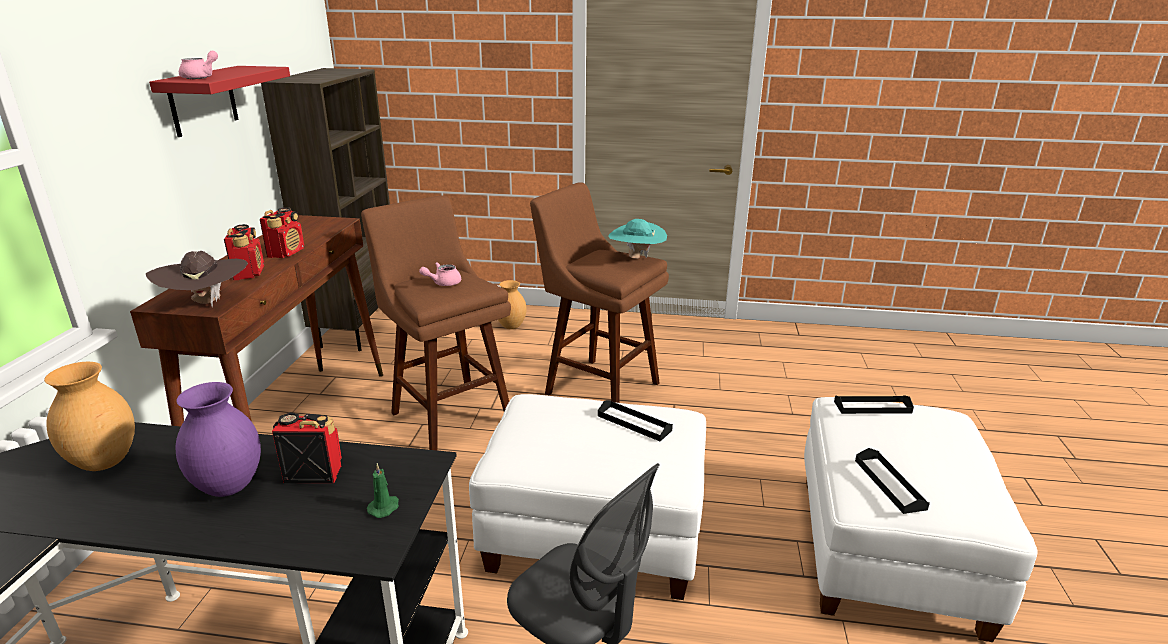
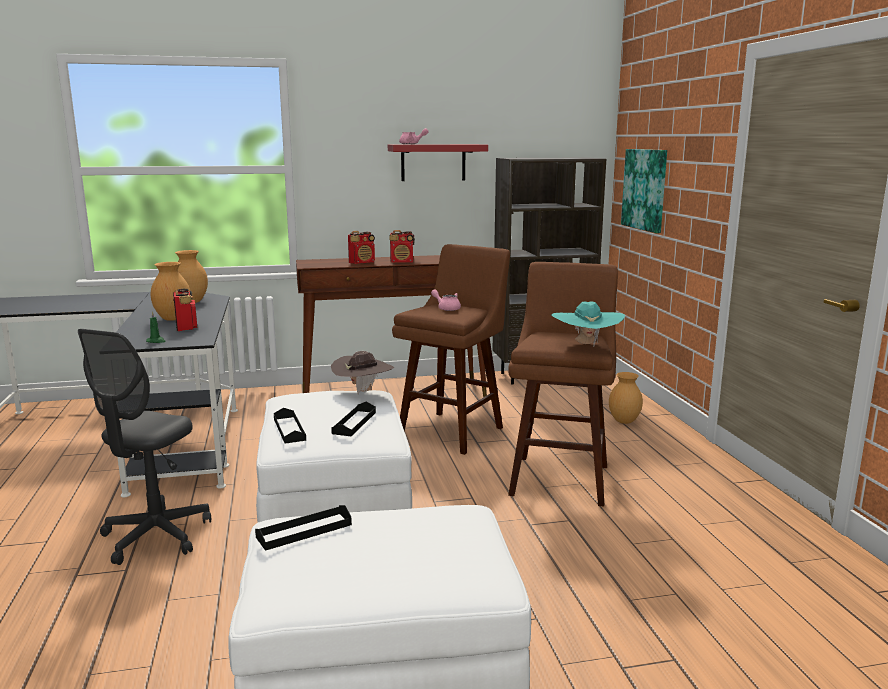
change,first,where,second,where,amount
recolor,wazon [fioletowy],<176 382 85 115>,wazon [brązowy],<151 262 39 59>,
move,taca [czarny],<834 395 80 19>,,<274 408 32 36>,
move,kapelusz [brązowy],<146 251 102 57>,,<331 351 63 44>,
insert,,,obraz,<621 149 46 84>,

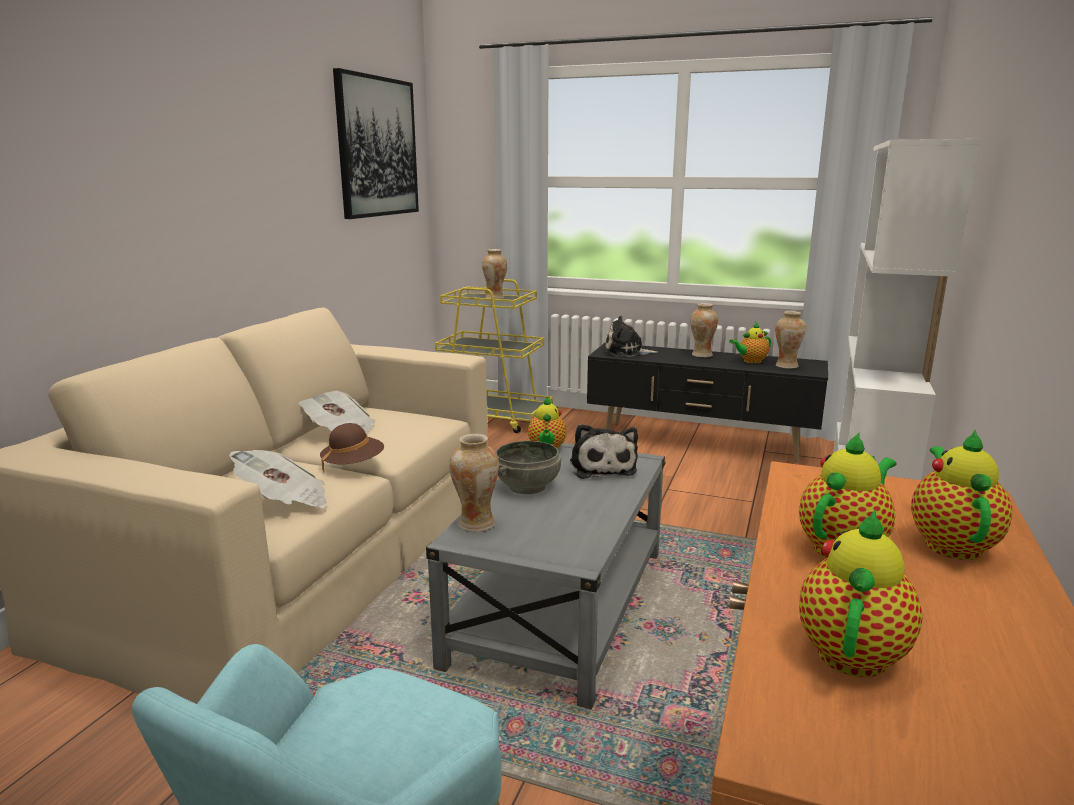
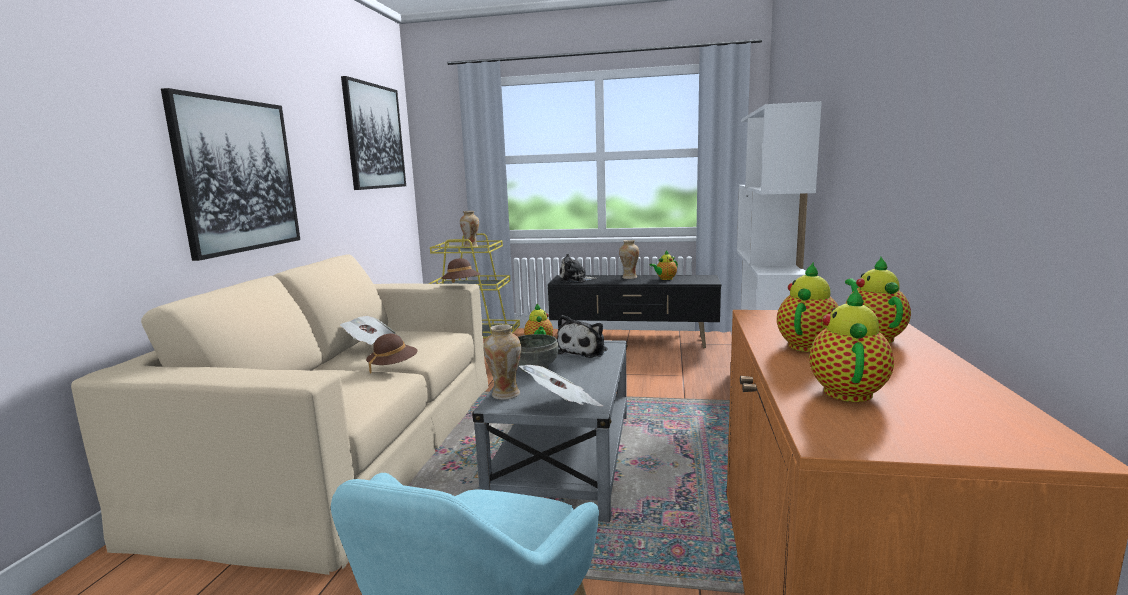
change,first,where,second,where,amount
insert,,,obraz,<161 88 139 173>,
insert,,,kapelusz [brązowy],<441 258 40 25>,
move,gazeta,<229 450 98 58>,,<519 365 84 41>,
rotate,pluszak,<570 424 68 55>,,<557 315 51 43>,45 degrees clockwise
delete,wazon,<775 311 31 58>,,,

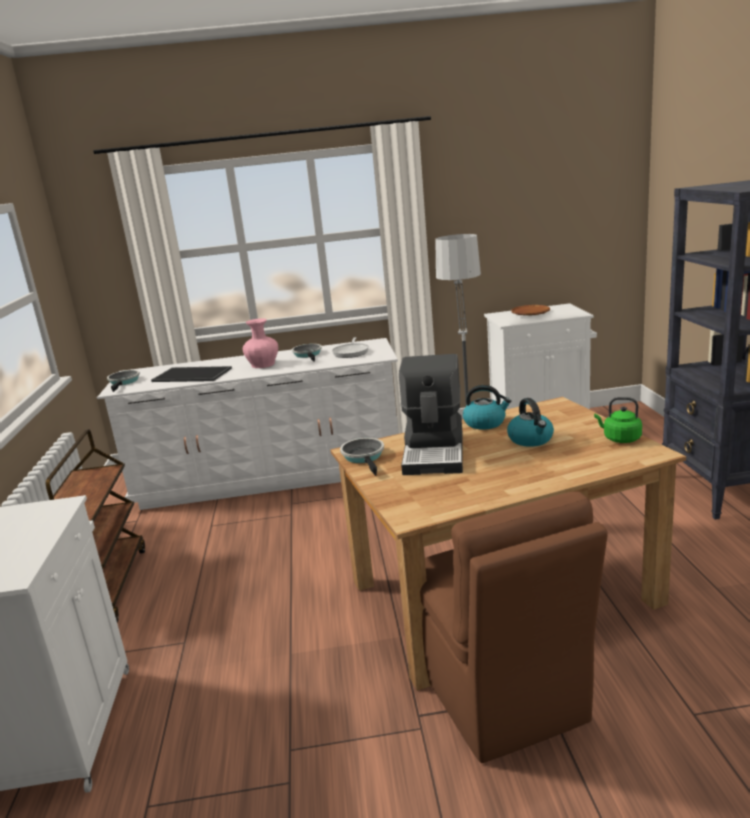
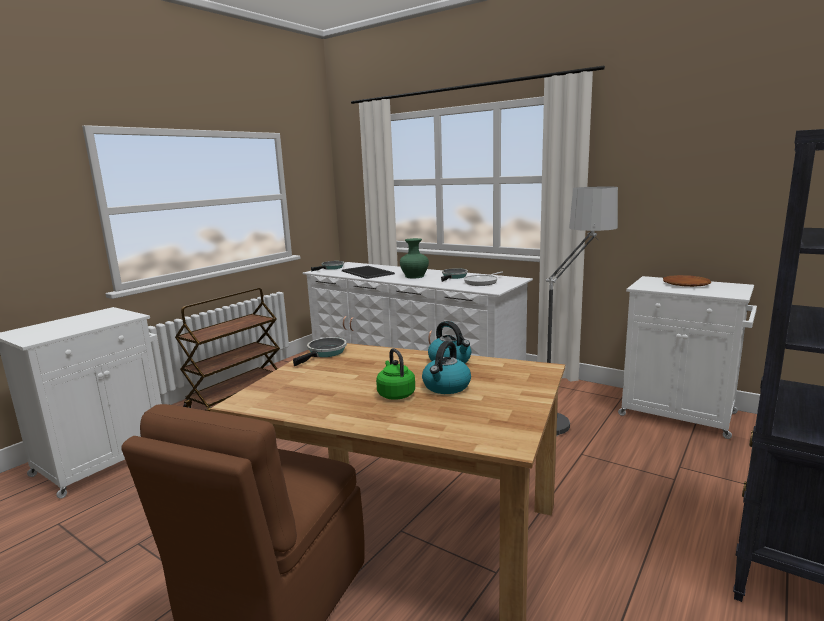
change,first,where,second,where,amount
move,czajnik [zielony],<594 397 48 46>,,<376 348 39 52>,
recolor,wazon [różowy],<243 319 35 49>,wazon [zielony],<400 238 29 40>,
delete,ekspres do kawy,<399 354 64 121>,,,

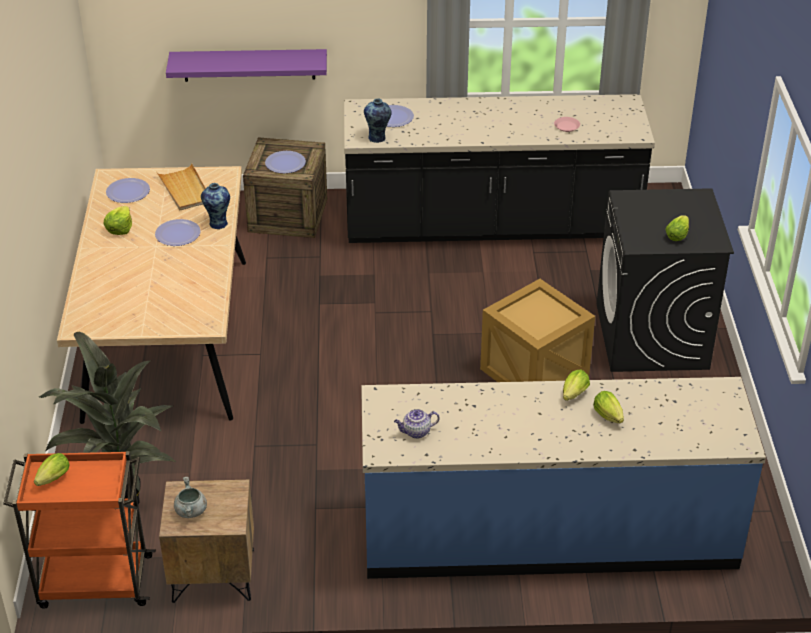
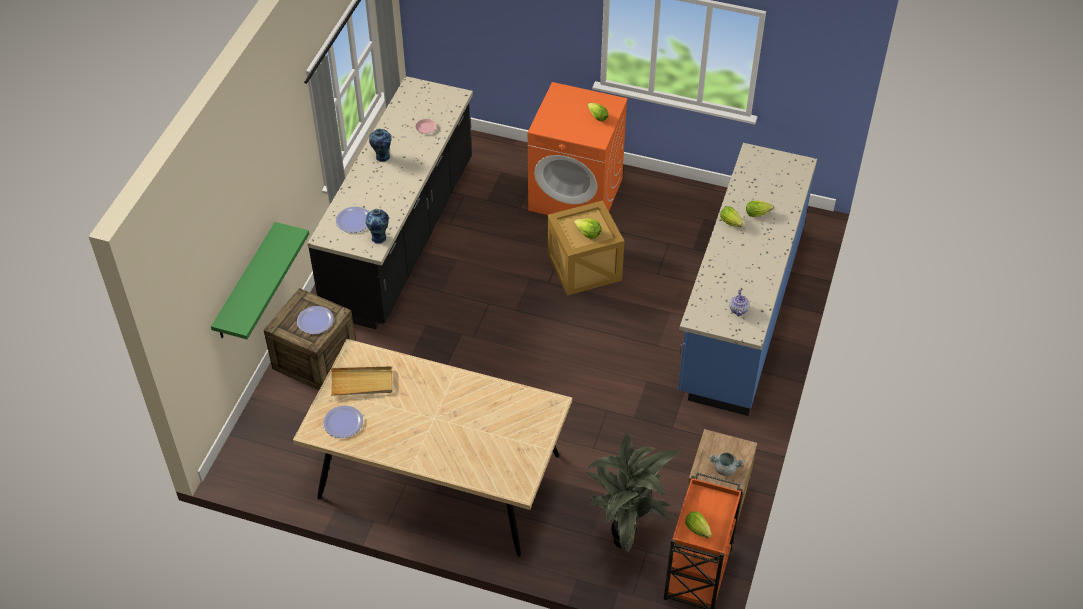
change,first,where,second,where,amount
recolor,półka [fioletowy],<166 49 161 33>,półka [zielony],<211 222 98 117>,
move,wazon,<201 183 29 46>,,<369 129 22 33>,
recolor,pralka [czarny],<597 188 137 184>,pralka [pomarańczowy],<528 82 100 133>,
move,sałata,<104 206 28 29>,,<574 219 27 20>,
delete,talerz,<155 219 46 27>,,,

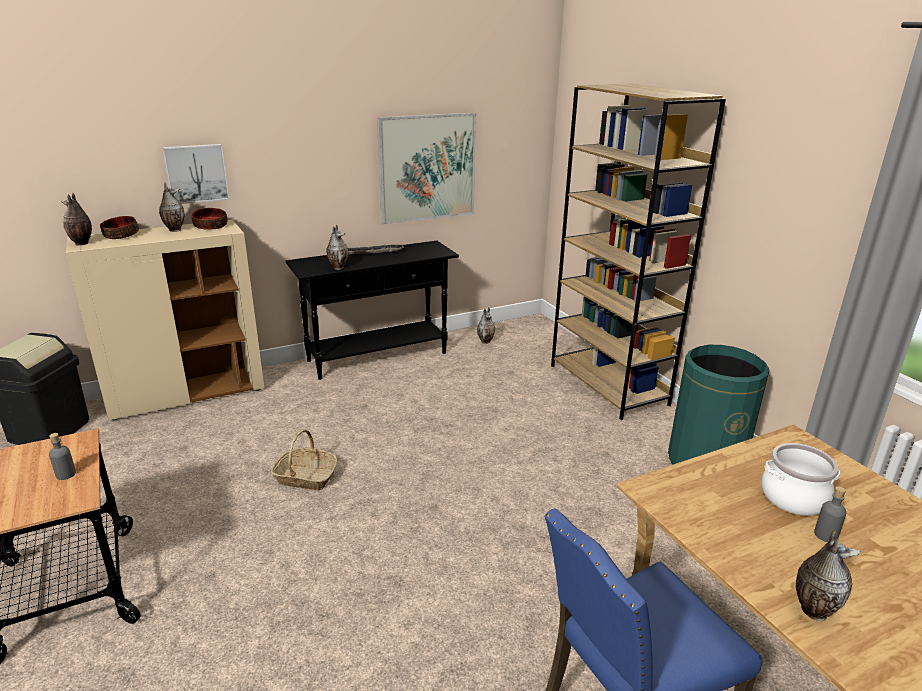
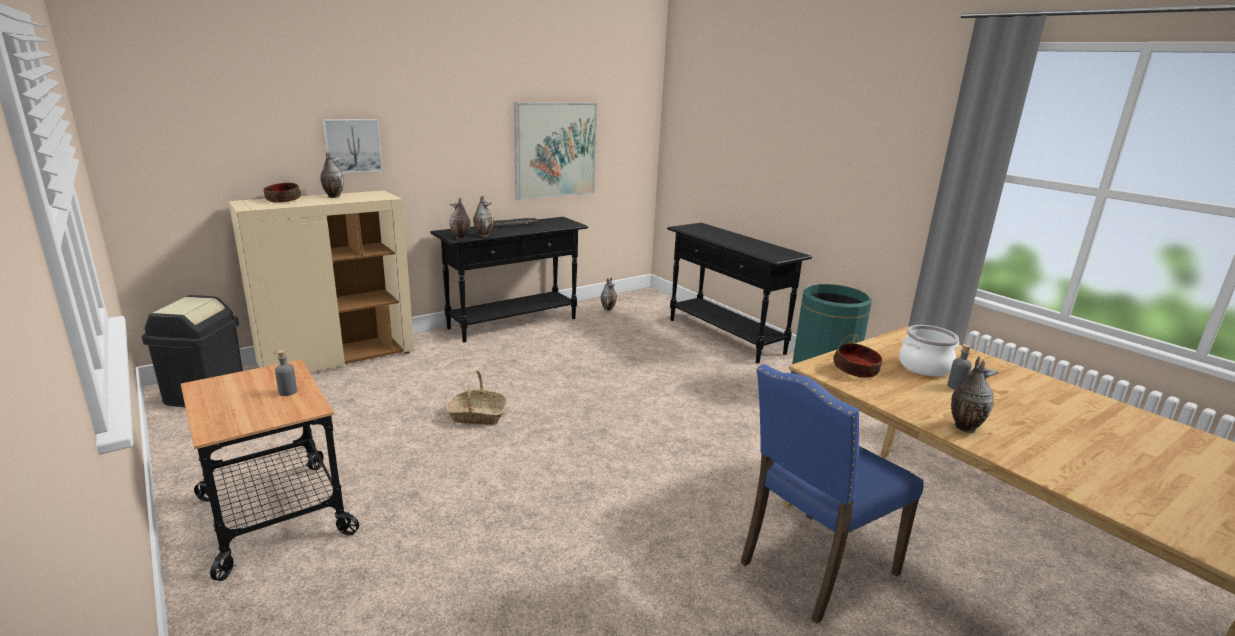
change,first,where,second,where,amount
move,wazon,<61 193 31 53>,,<450 197 20 42>,
replace,regał [brązowy],<551 84 175 336>,stolik konsolowy [czarny],<667 223 145 140>,
move,miska,<192 208 36 22>,,<833 343 49 35>,

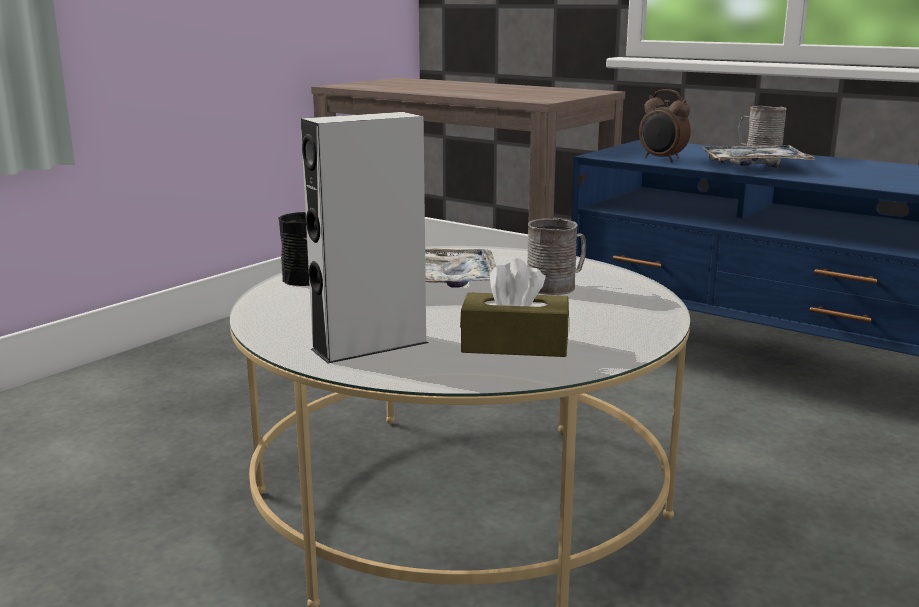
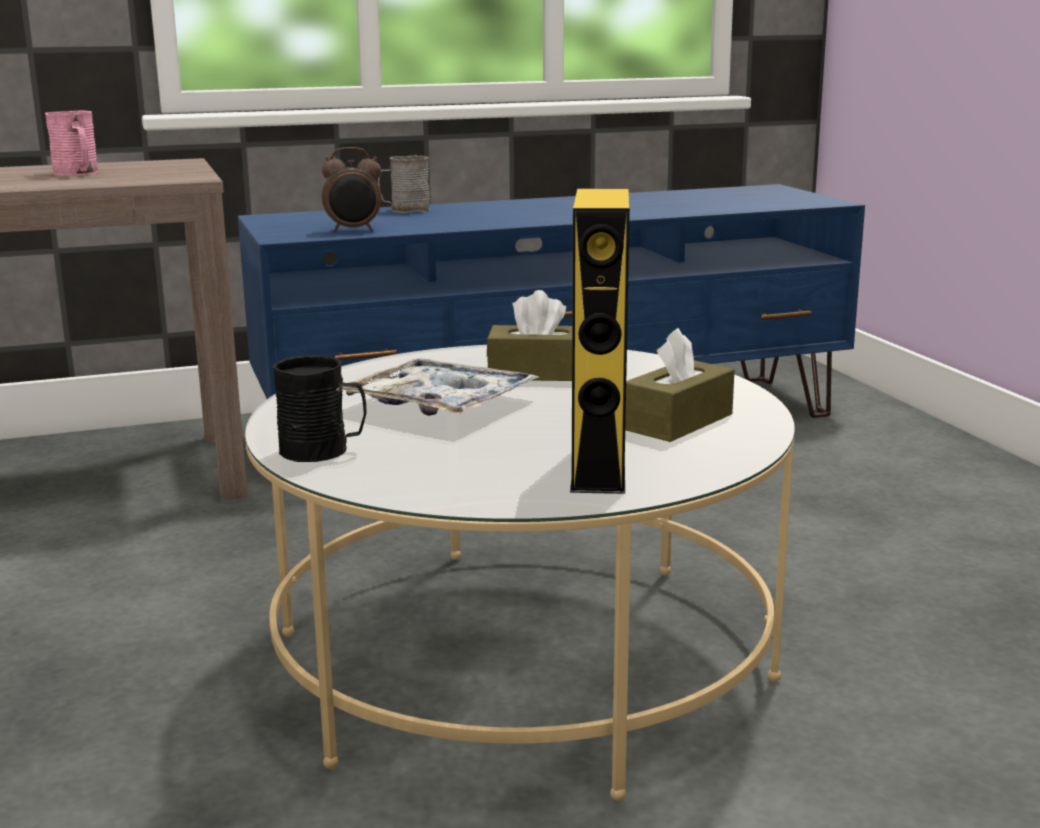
change,first,where,second,where,amount
insert,,,kubek [różowy],<45 111 53 65>,
replace,kubek [szary],<527 218 59 77>,pudełko chusteczek [brązowy],<487 290 85 91>,
recolor,głośnik [szary],<301 112 127 251>,głośnik [żółty],<570 189 60 305>,
delete,taca,<701 145 114 23>,,,

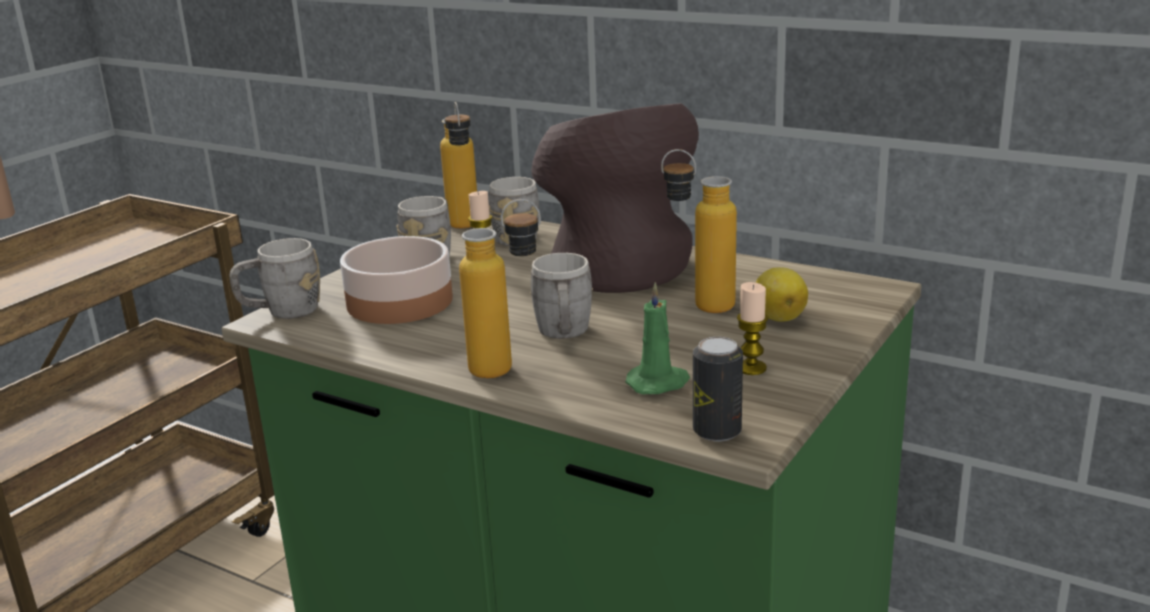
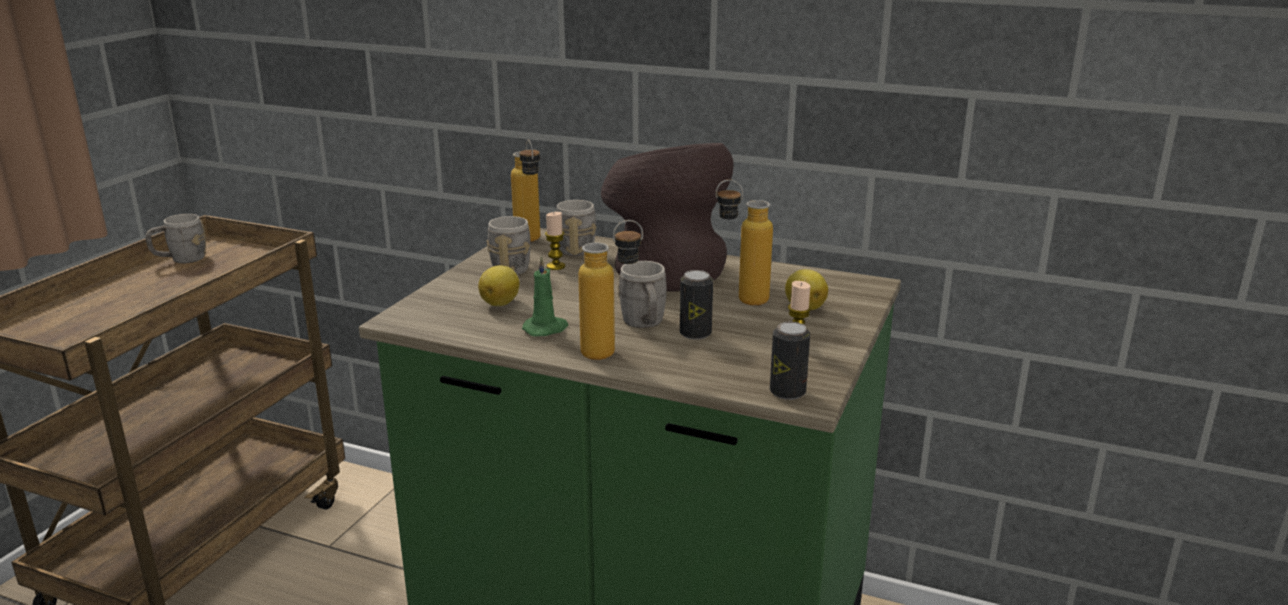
change,first,where,second,where,amount
move,kubek [szary],<229 238 91 81>,,<145 214 61 50>,
replace,miska,<340 236 113 88>,cytryna,<478 265 42 41>,
move,świeca [zielony],<625 282 65 113>,,<522 256 47 81>,
insert,,,puszka,<680 270 33 70>,

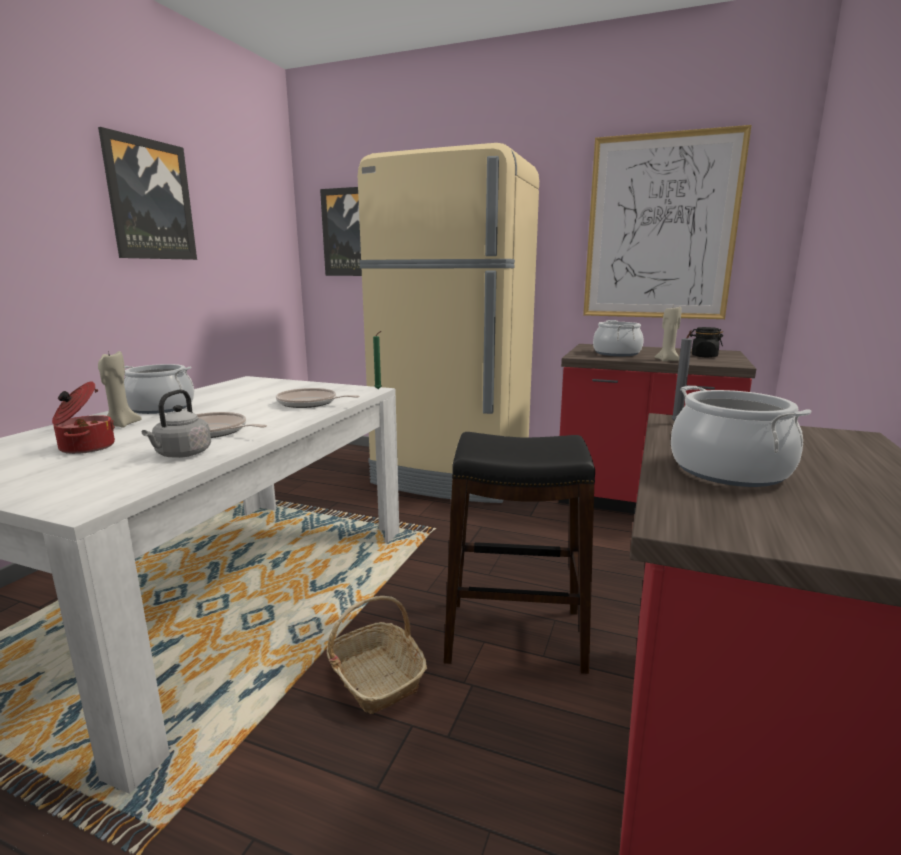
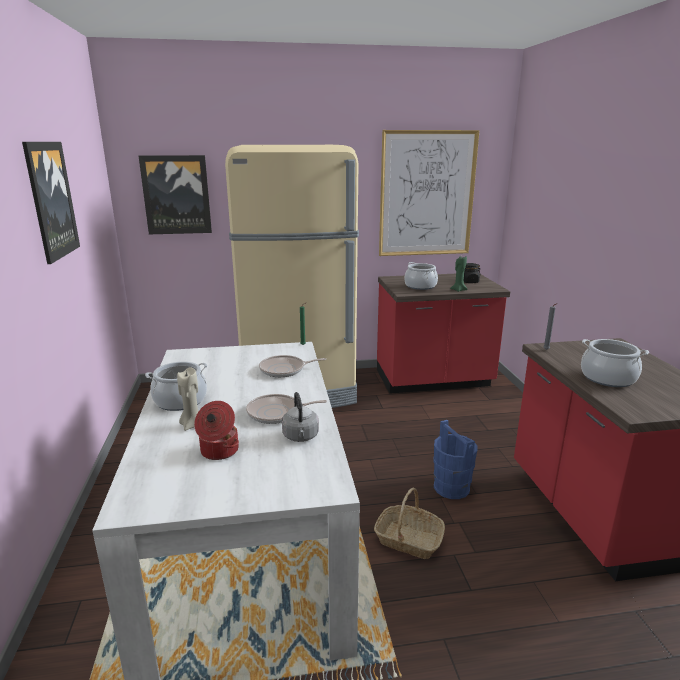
change,first,where,second,where,amount
replace,stołek [czarny],<444 432 151 242>,wiadro [niebieski],<433 420 44 79>,
recolor,świeca [beżowy],<655 307 27 55>,świeca [zielony],<450 256 18 36>,

